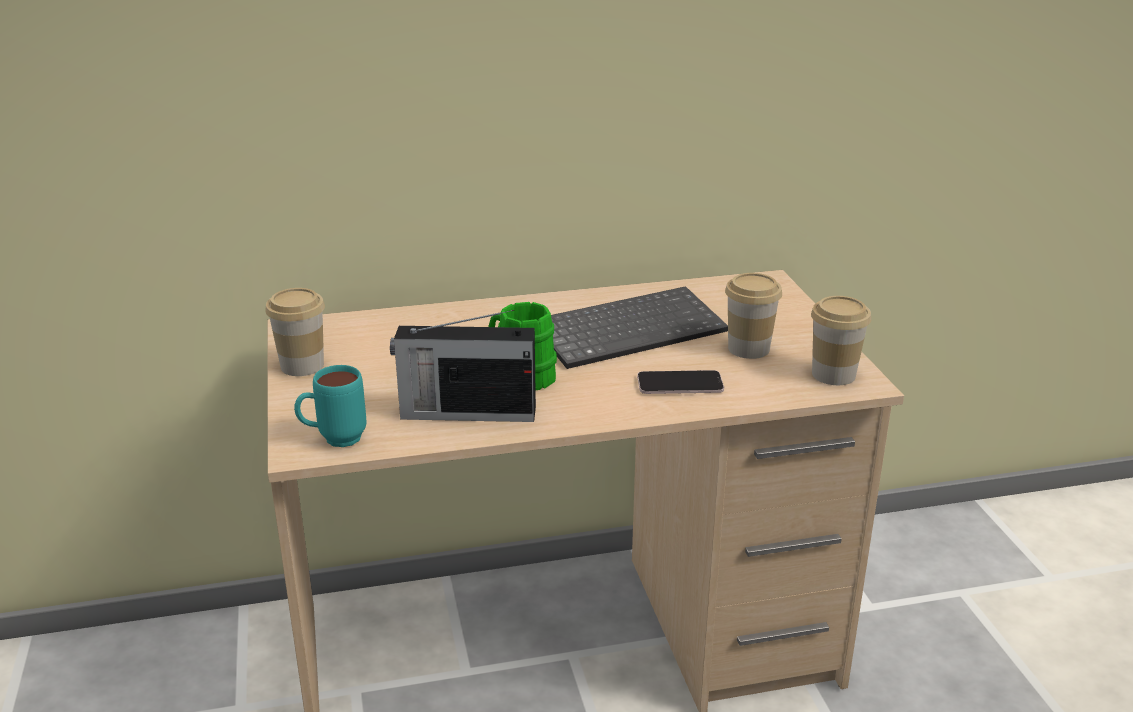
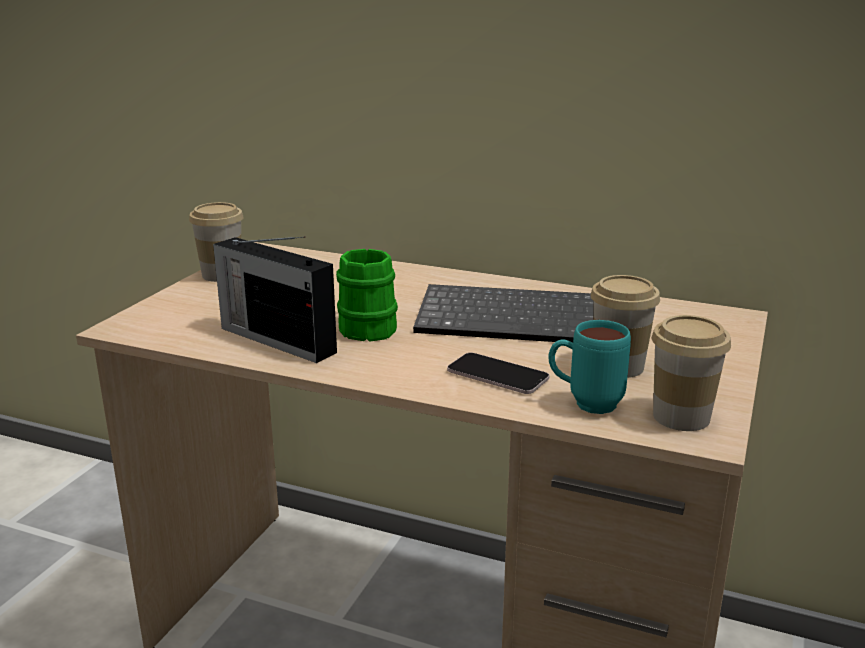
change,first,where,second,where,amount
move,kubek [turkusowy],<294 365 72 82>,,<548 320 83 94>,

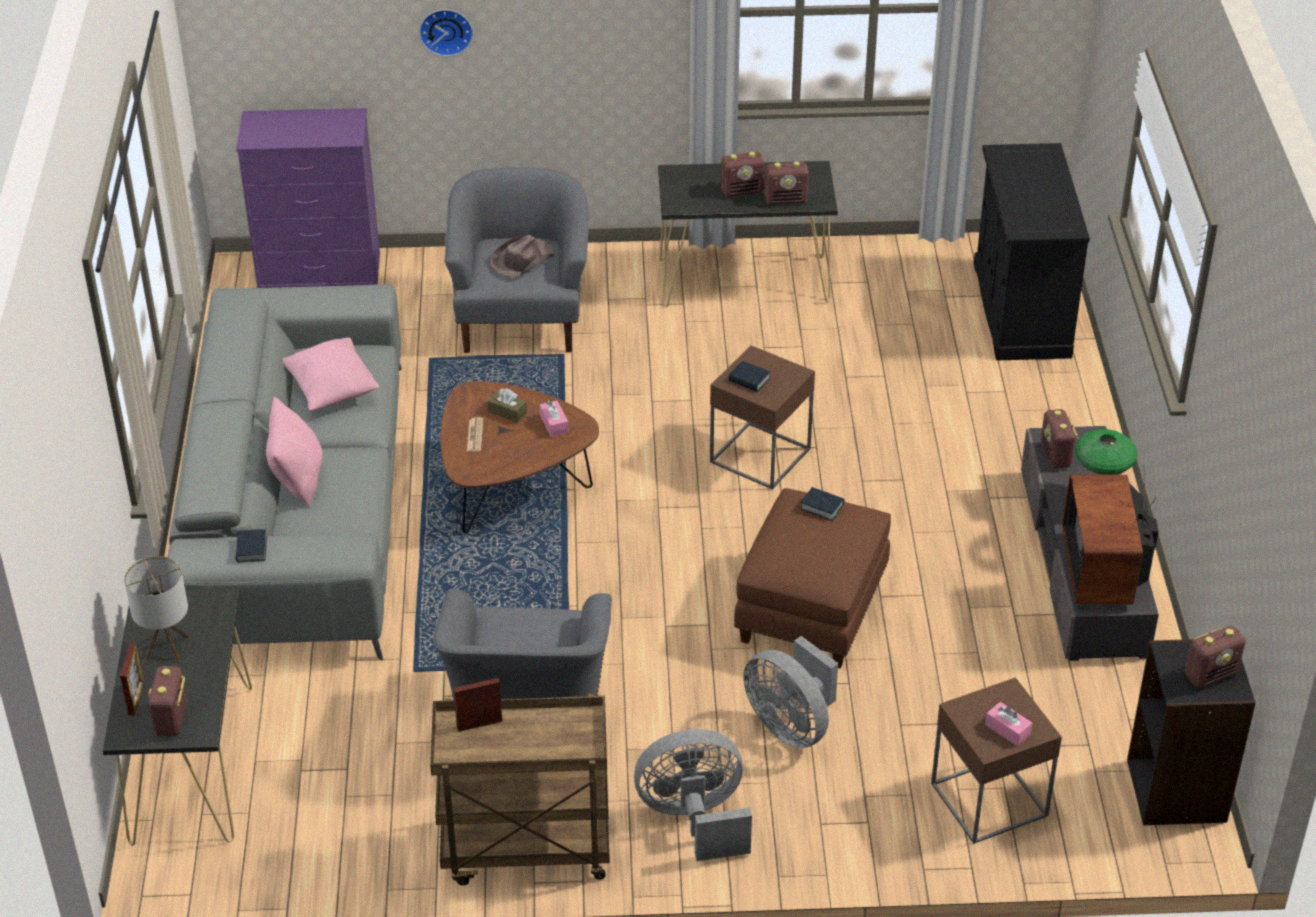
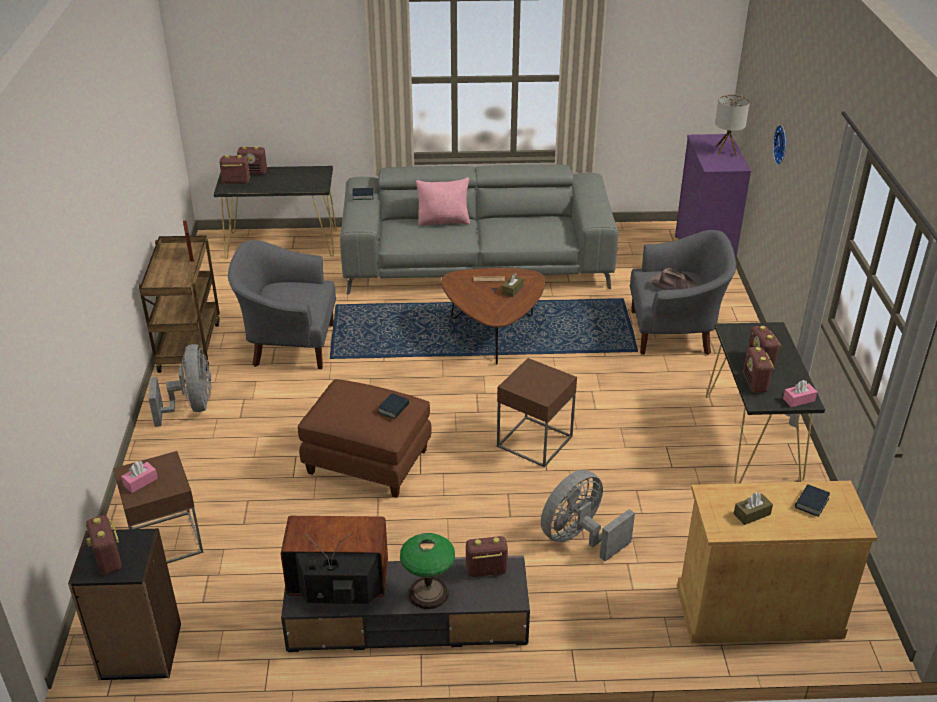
change,first,where,second,where,amount
replace,ramka na zdjęcie,<120 644 24 71>,radio,<237 146 30 29>,
move,wentylator [szary],<743 636 95 112>,,<541 470 94 91>,
recolor,szafka [czarny],<974 143 116 217>,szafka [beżowy],<677 481 200 163>,
move,lampa stołowa,<124 556 66 106>,,<715 94 35 62>,
insert,,,pudełko chusteczek [brązowy],<734 492 39 33>,
move,pudełko chusteczek [różowy],<540 400 29 37>,,<783 380 34 27>,
move,książka,<728 361 42 31>,,<795 484 35 33>,
delete,poduszka [różowy],<283 337 96 74>,,,

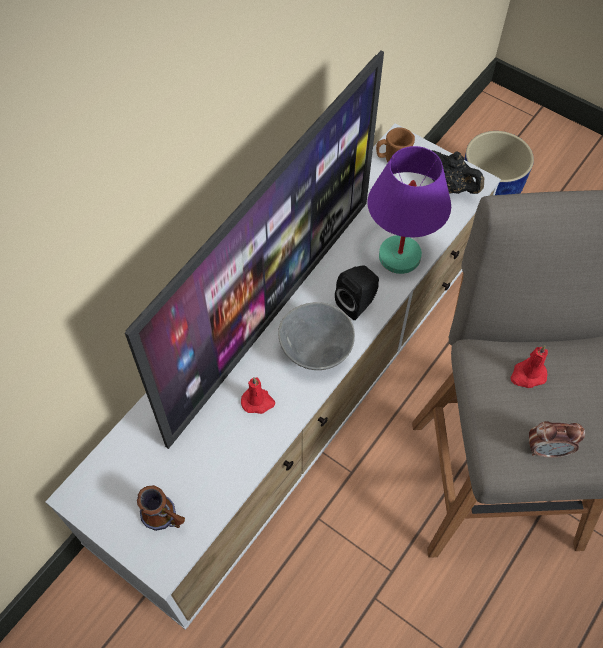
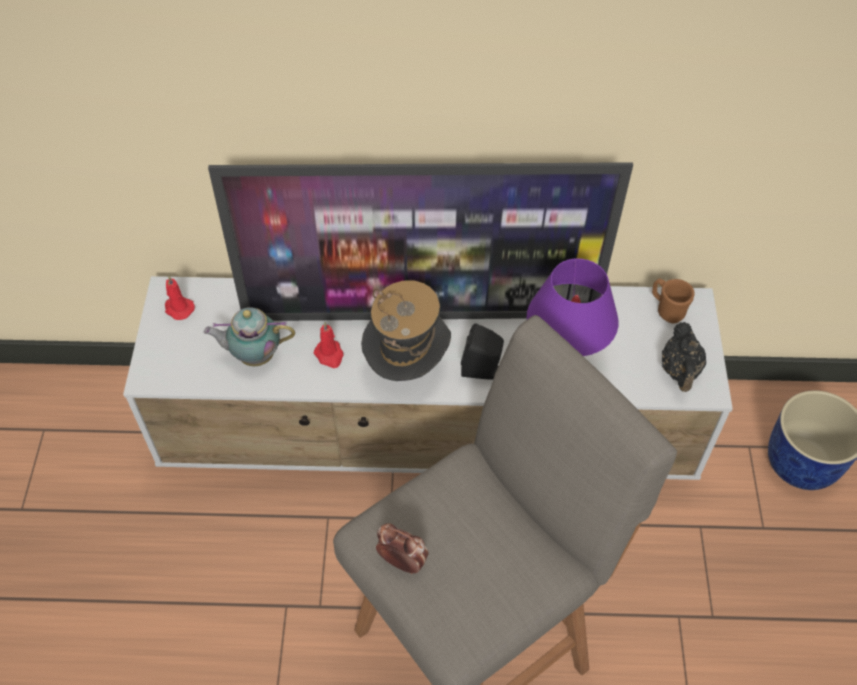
change,first,where,second,where,amount
move,świeca [czerwony],<511 345 37 43>,,<165 276 30 44>,
insert,,,imbryk,<204 307 91 59>,
replace,miska [szary],<278 302 77 68>,kapelusz,<361 280 90 101>,
rotate,budzik,<529 421 56 37>,,<376 523 52 51>,150 degrees clockwise
delete,kubek,<137 485 48 46>,,,

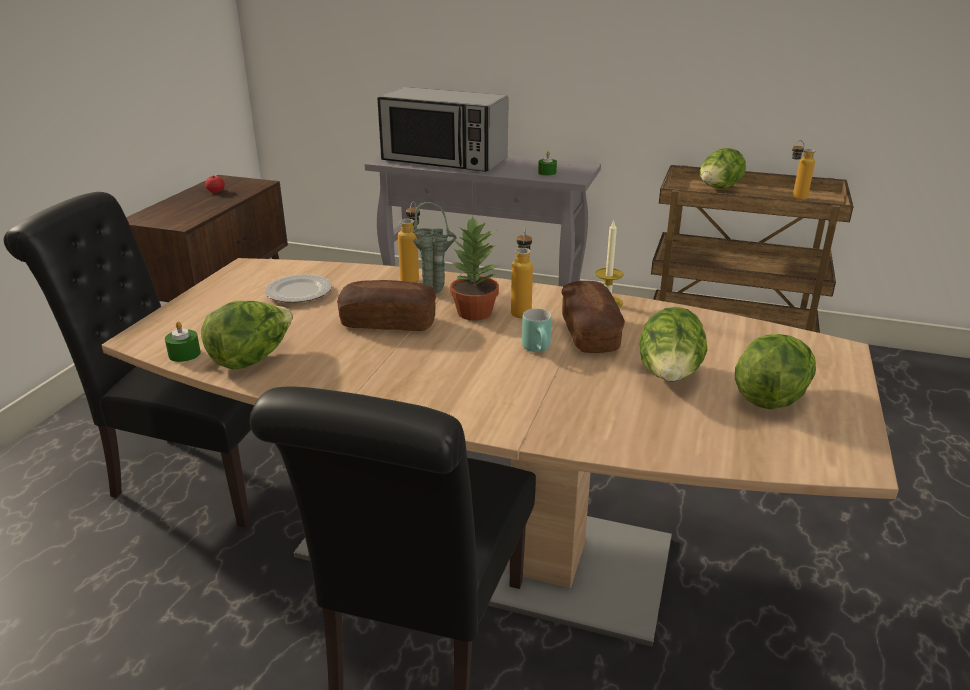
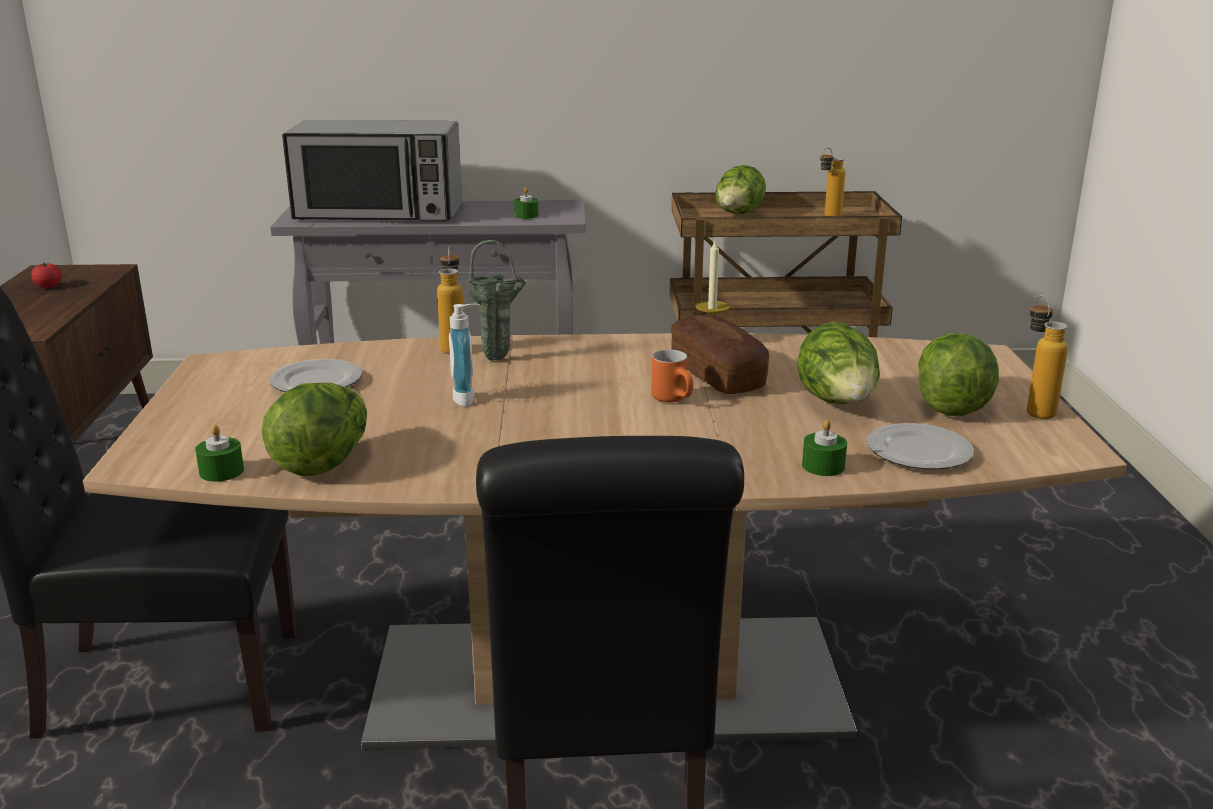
change,first,where,second,where,amount
replace,chleb,<337 280 99 51>,dozownik mydła,<449 304 31 103>,
recolor,kubek [turkusowy],<522 309 30 43>,kubek [pomarańczowy],<651 350 42 52>,
insert,,,świeca [zielony],<802 420 45 56>,
insert,,,talerz,<867 423 107 47>,
move,butelka,<511 228 22 90>,,<1027 295 41 124>,
delete,roślina doniczkowa,<450 216 49 104>,,,

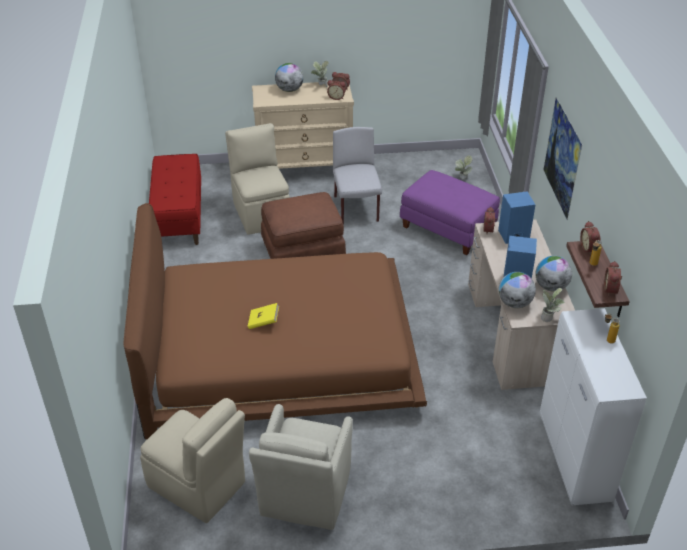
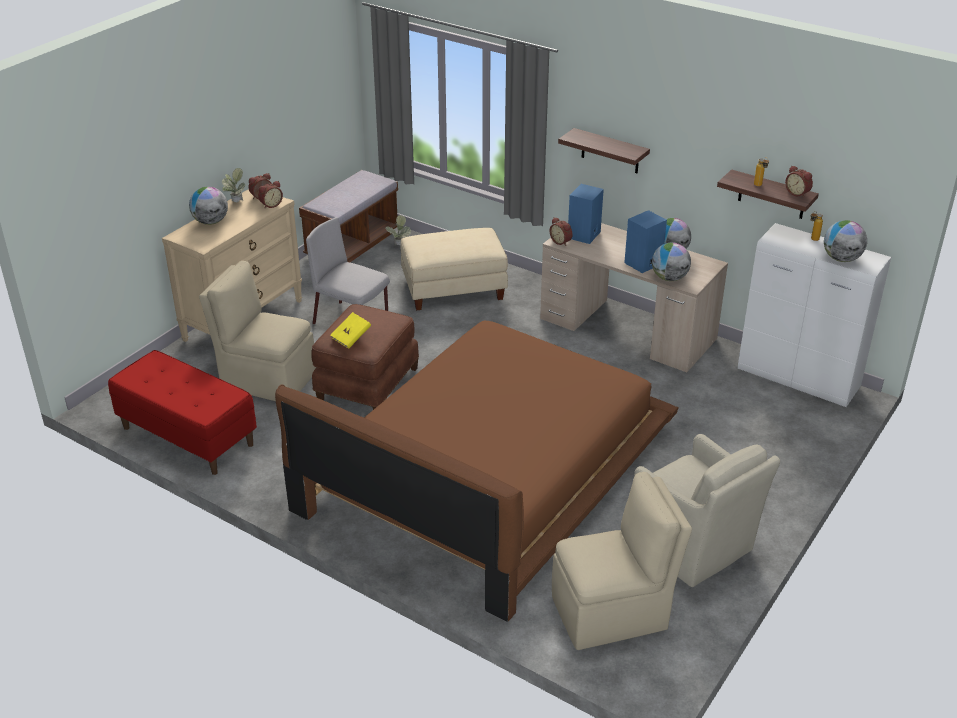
change,first,where,second,where,amount
insert,,,ławka [brązowy],<299 170 99 92>,
move,książka [żółty],<248 303 31 26>,,<330 312 41 37>,
recolor,pufa [fioletowy],<400 170 100 85>,pufa [beżowy],<400 228 108 82>,
replace,obraz,<543 98 39 122>,półka,<558 128 92 45>,
insert,,,globus,<824 220 43 42>,
delete,roślina doniczkowa,<541 288 24 34>,,,
delete,budzik,<580 221 21 34>,,,

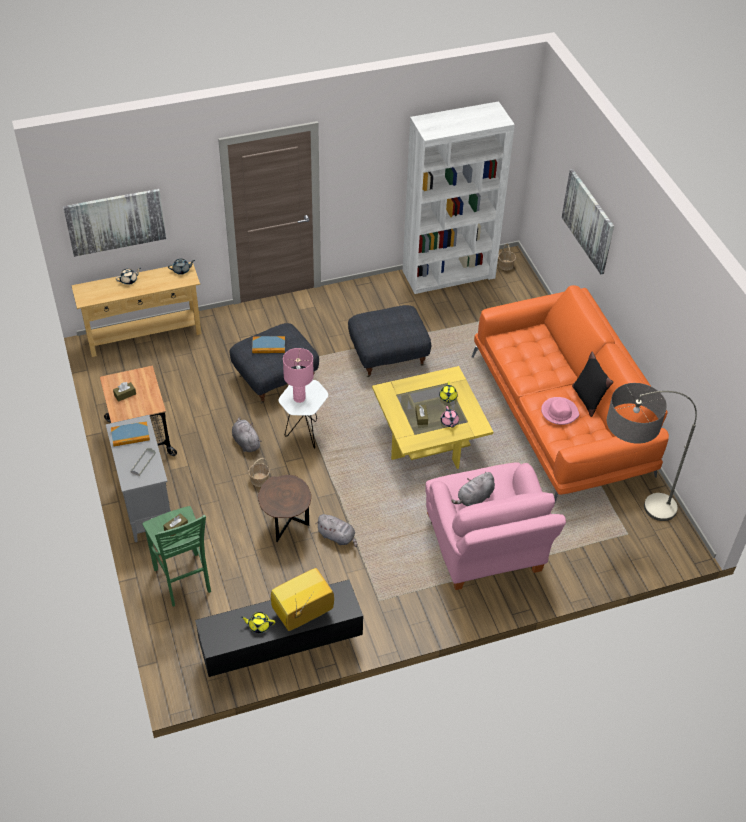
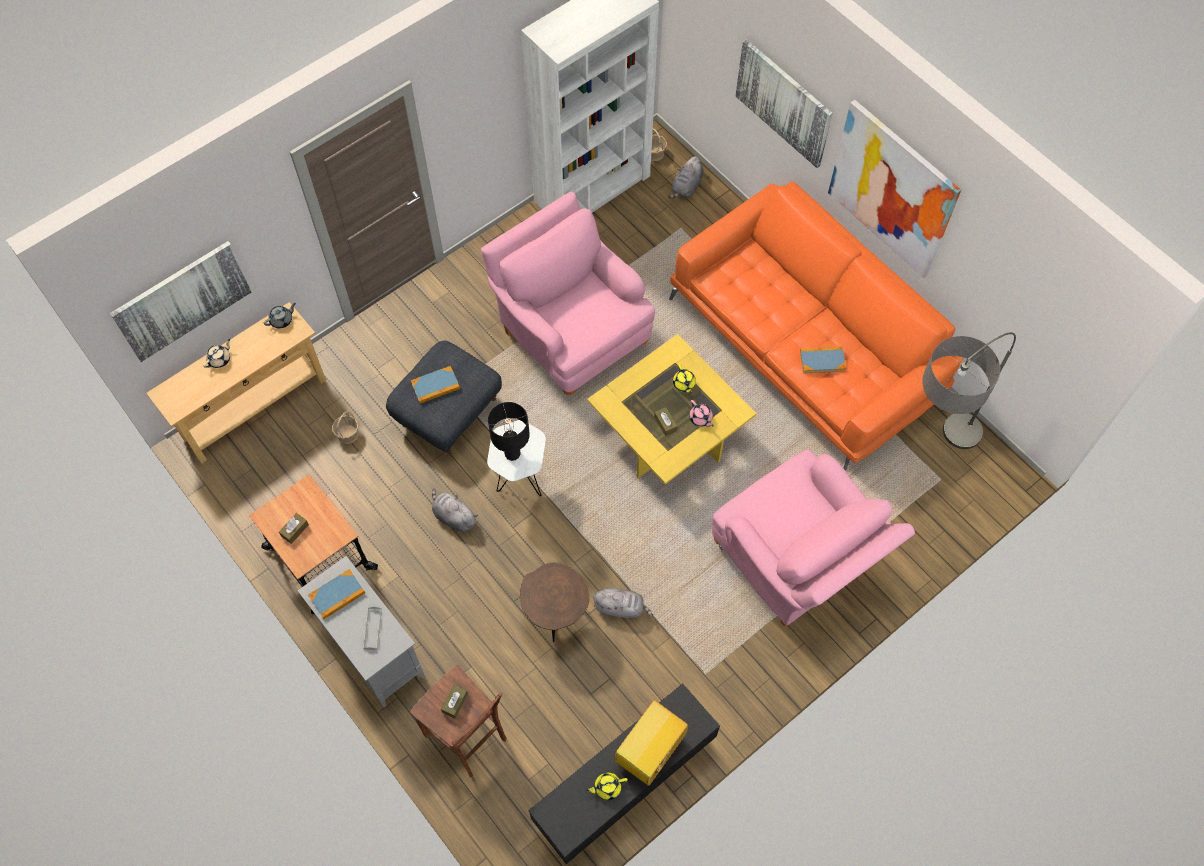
change,first,where,second,where,amount
move,koszyk,<248 458 22 29>,,<332 411 27 33>,
recolor,stołek [zielony],<143 506 68 101>,stołek [brązowy],<410 665 97 112>,
replace,pufa [szary],<348 305 83 72>,fotel [różowy],<481 192 174 203>,
recolor,lampa stołowa [różowy],<283 348 31 55>,lampa stołowa [czarny],<488 402 42 59>,
move,pluszak [szary],<451 472 44 34>,,<668 156 35 43>,
replace,kapelusz [różowy],<541 397 38 28>,książka,<800 346 46 28>,
insert,,,obraz,<828 100 133 178>,
delete,poduszka [czarny],<572 351 41 66>,,,

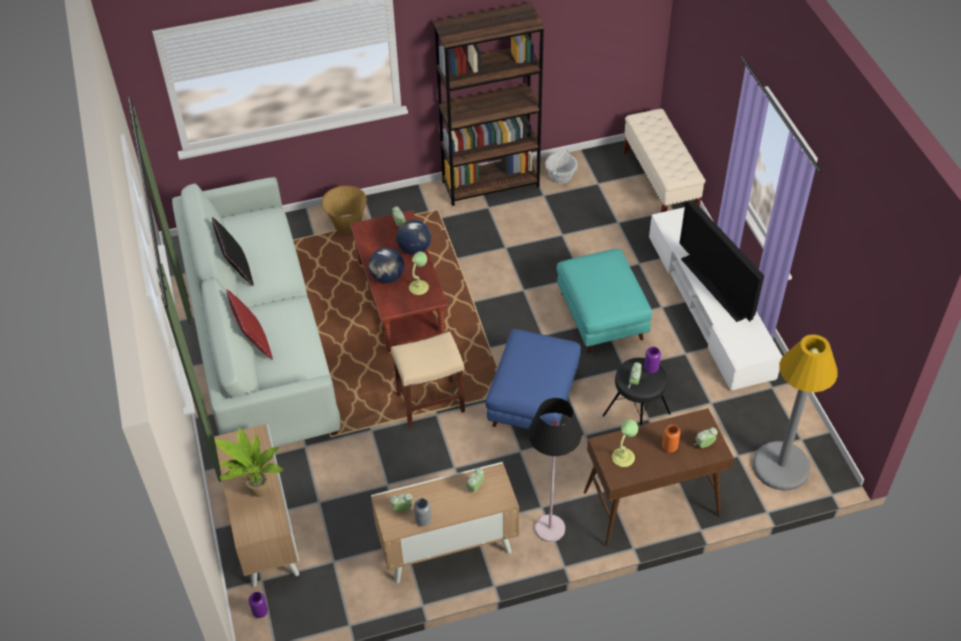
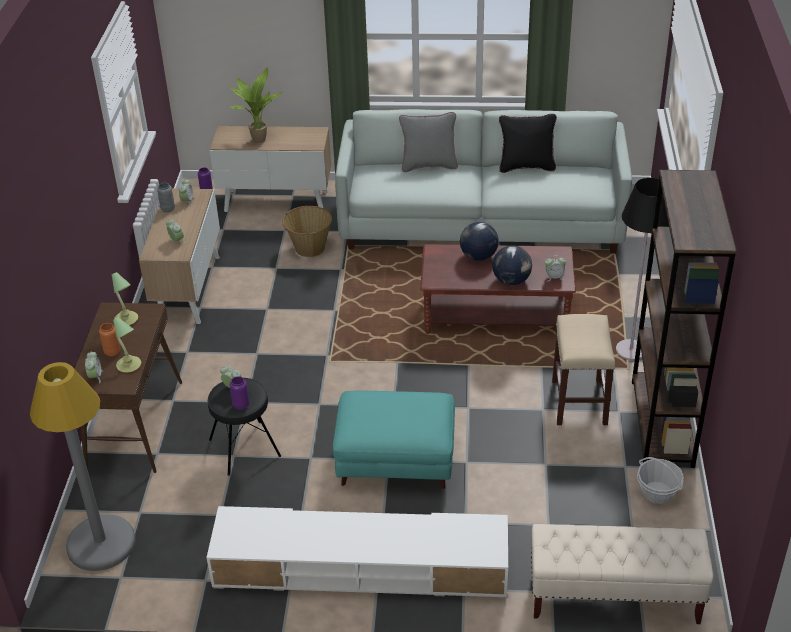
change,first,where,second,where,amount
move,lampa stołowa,<409 252 20 43>,,<113 317 28 56>,
move,koszyk,<321 186 46 47>,,<282 206 50 51>,
recolor,poduszka [czerwony],<226 289 47 70>,poduszka [szary],<399 112 59 60>,
move,stołek [beżowy],<391 331 74 96>,,<552 314 63 111>,
move,lampa stojąca [czarny],<528 398 54 144>,,<616 178 53 183>,
delete,pufa [niebieski],<485 329 96 101>,,,
delete,telewizor,<679 201 85 121>,,,

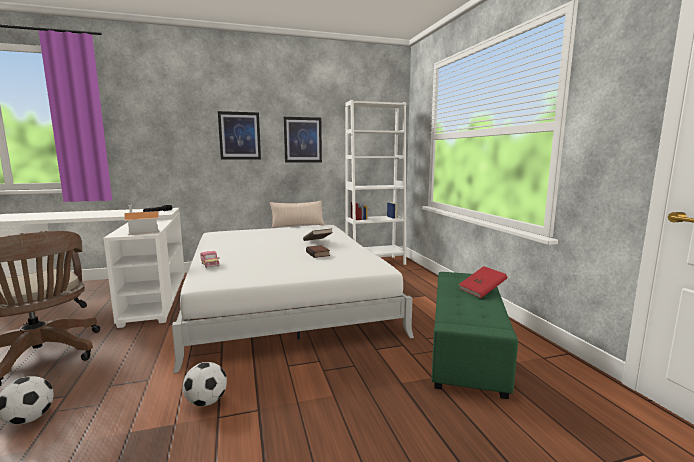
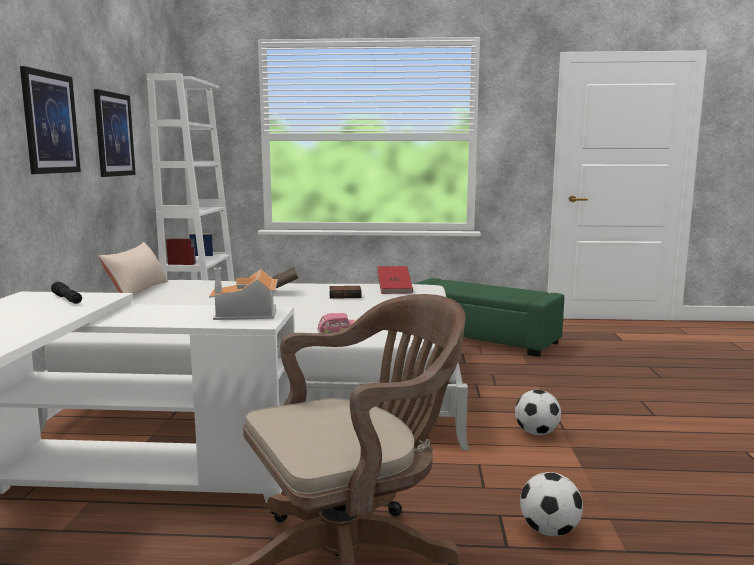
change,first,where,second,where,amount
move,książka [czerwony],<458 266 49 32>,,<377 266 36 28>,

